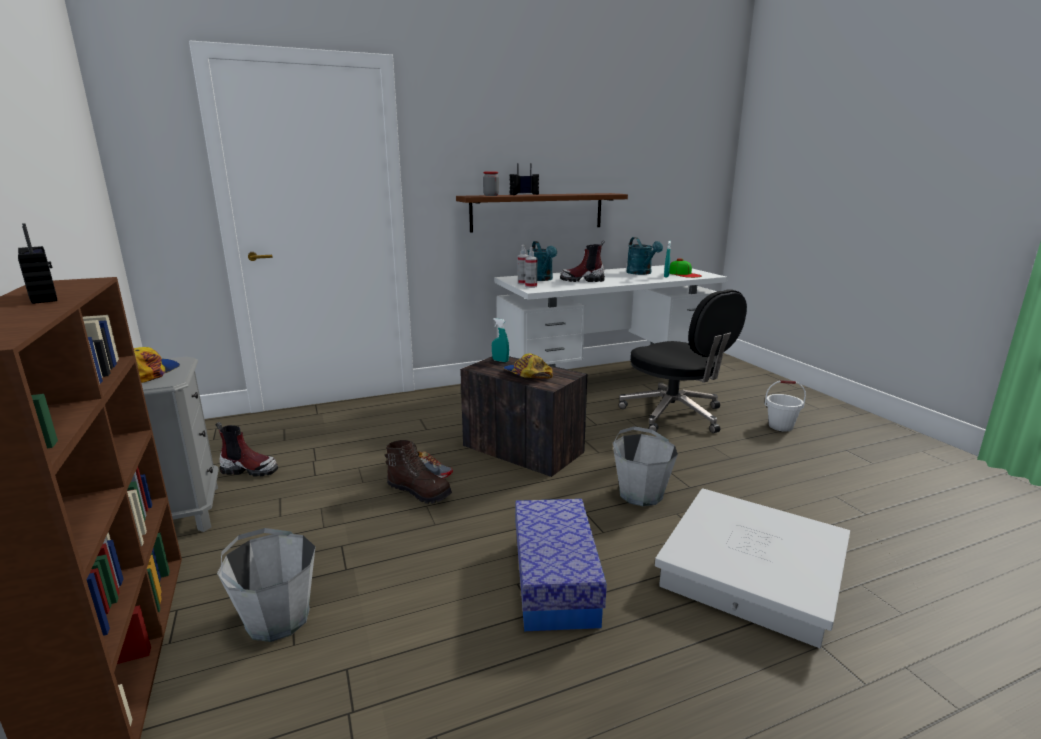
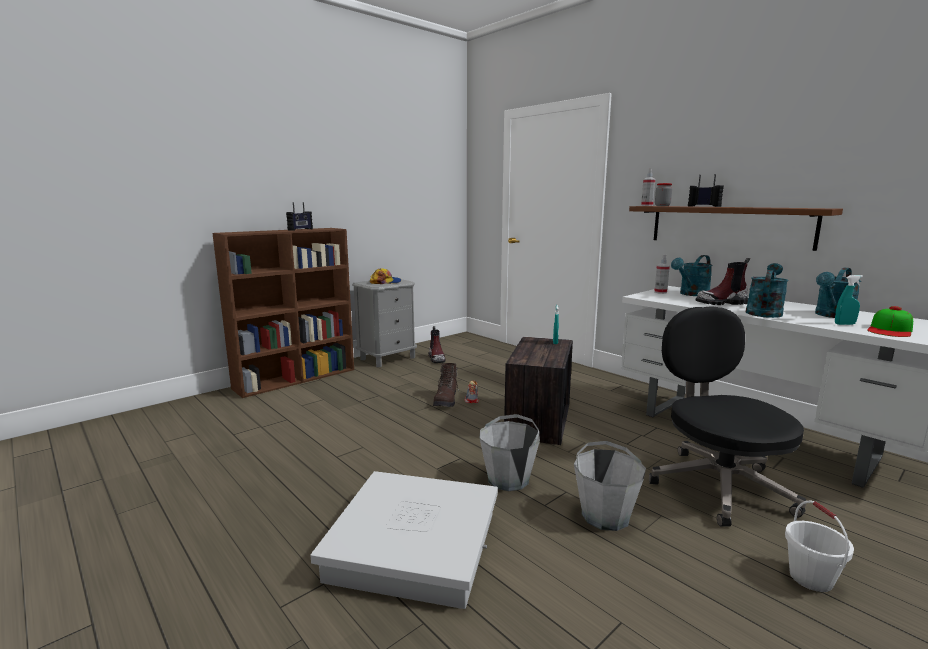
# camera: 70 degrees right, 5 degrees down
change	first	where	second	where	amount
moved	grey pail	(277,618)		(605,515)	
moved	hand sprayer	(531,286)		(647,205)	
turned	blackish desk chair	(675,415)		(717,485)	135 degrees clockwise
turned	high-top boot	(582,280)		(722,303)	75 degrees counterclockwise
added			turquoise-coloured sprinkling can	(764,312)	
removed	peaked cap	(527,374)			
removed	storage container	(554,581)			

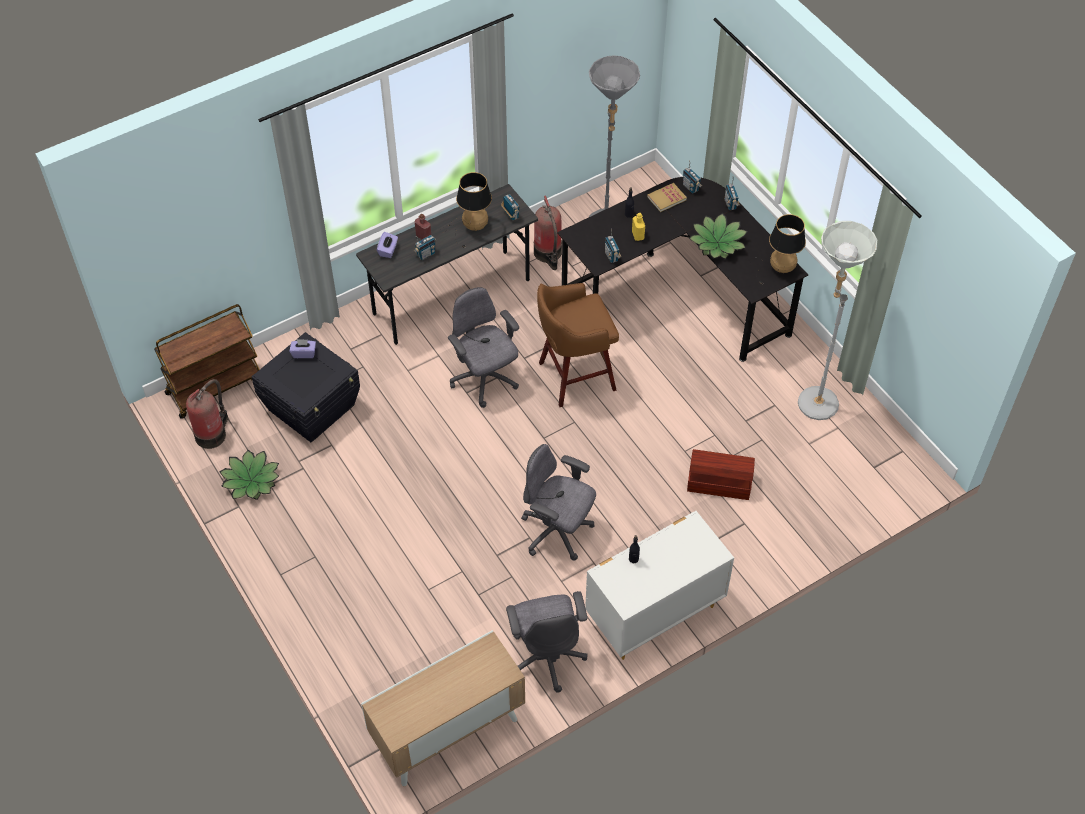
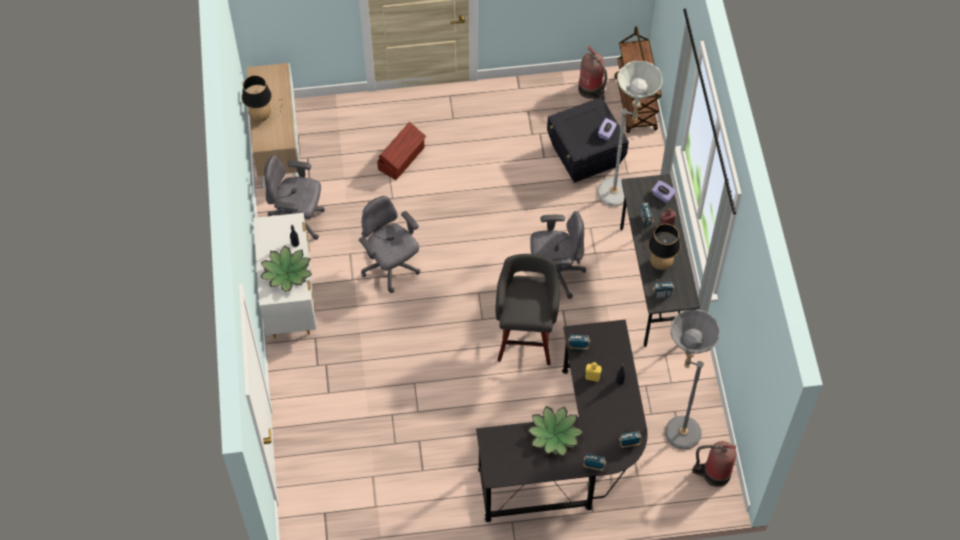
# camera: 115 degrees right, 5 degrees up
change	first	where	second	where	amount
moved	lamp for a table	(777,267)		(263,114)	
moved	plant in a pot	(251,480)		(287,273)	
turned	grey desk chair	(557,532)		(390,267)	90 degrees counterclockwise
moved	brown storage container	(718,483)		(402,158)	
recoloured	brown stool seat	(574,377)	grey stool seat	(526,337)	
moved	grey standard lamp	(814,396)		(621,193)	
moved	fire-fighting cylinder	(548,254)		(714,473)	
removed	book	(666,198)			

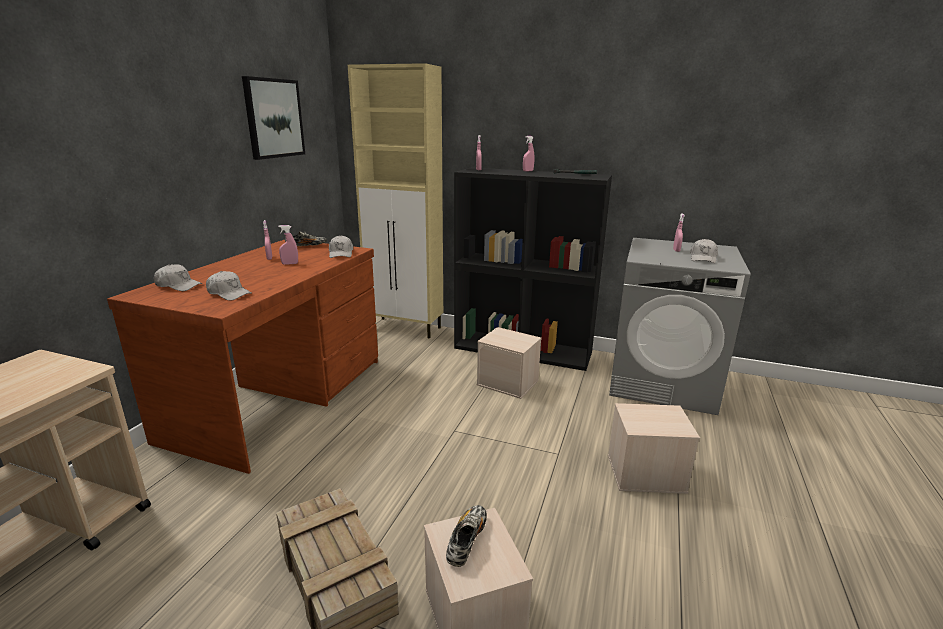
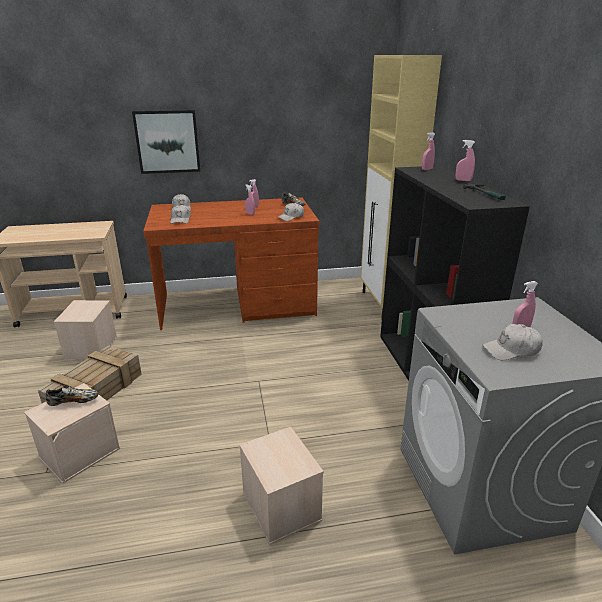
# camera: 60 degrees right, 5 degrees up
change	first	where	second	where	amount
moved	sand-coloured storage container	(508,382)		(91,348)	
moved	wall art	(274,118)		(167,142)	

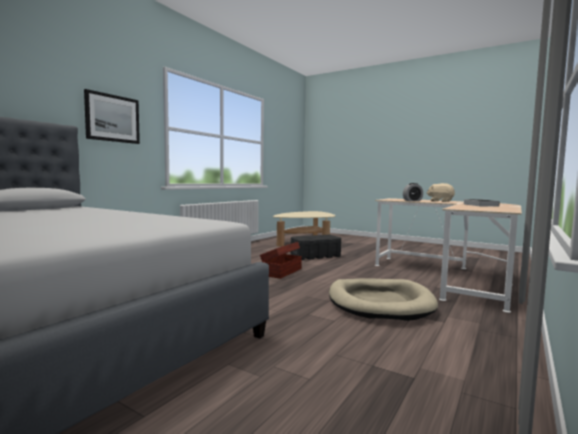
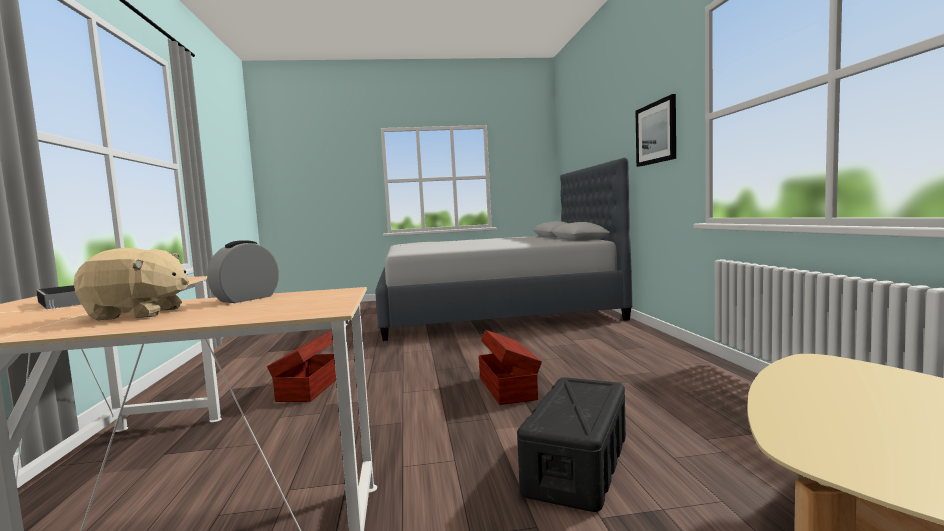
# camera: 140 degrees right, 0 degrees up
change	first	where	second	where	amount
replaced	sand-coloured pet bed	(379,302)	brown storage container	(309,388)	

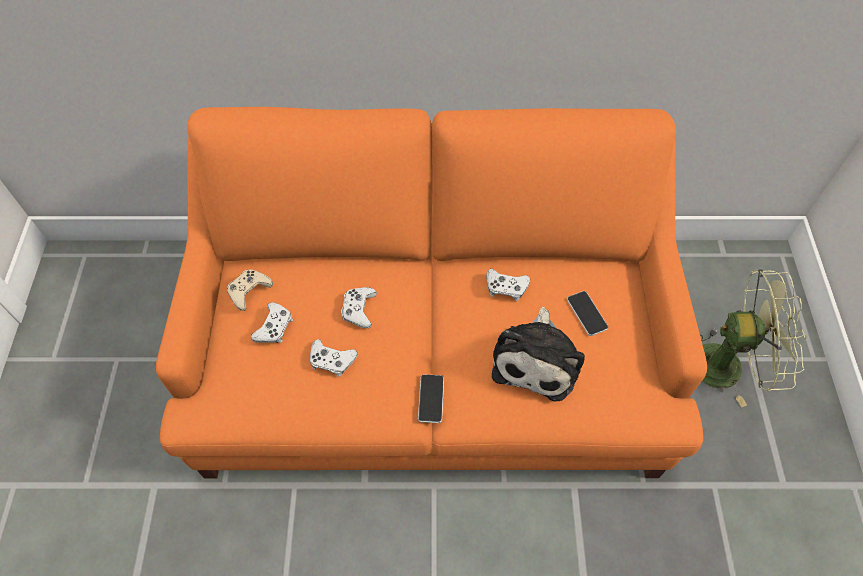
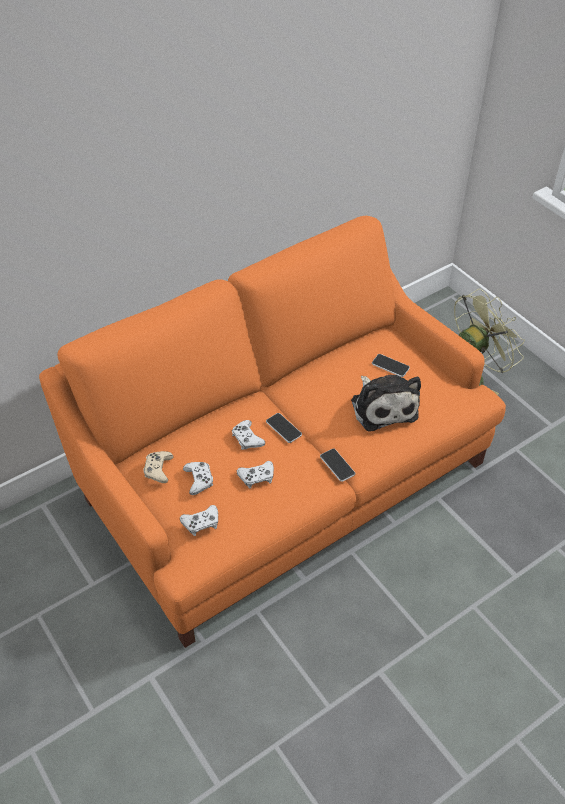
# camera: 35 degrees left, 10 degrees down
change	first	where	second	where	amount
moved	white-coloured joypad	(506,287)		(201,523)	
added			handset	(283,428)	

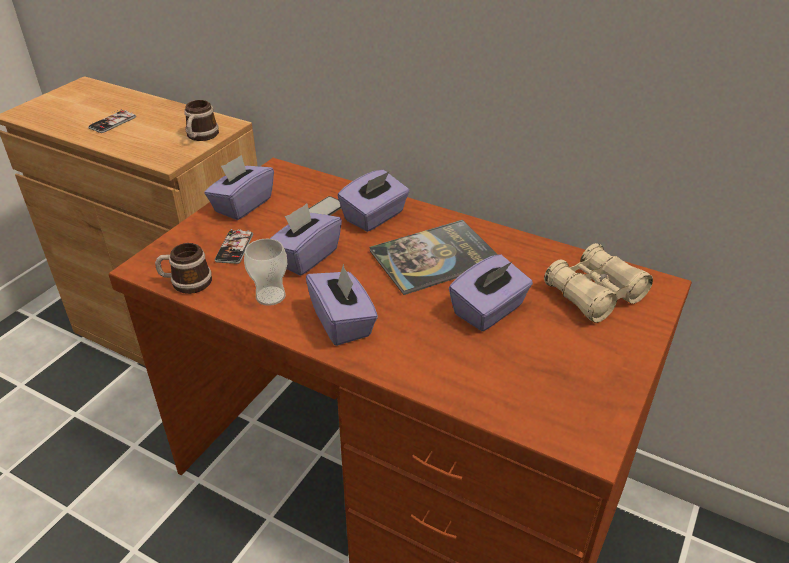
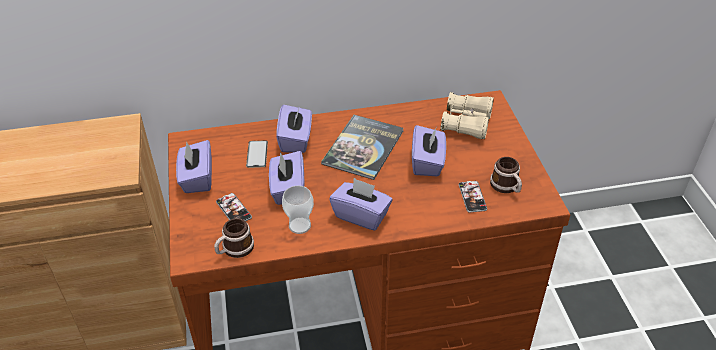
# camera: 40 degrees left, 5 degrees up
change	first	where	second	where	amount
moved	handset	(112,122)		(472,197)	
moved	coffee mug	(201,136)		(506,187)	

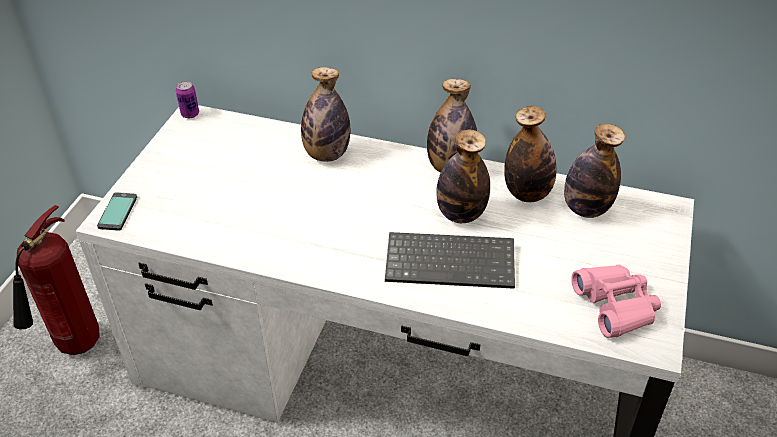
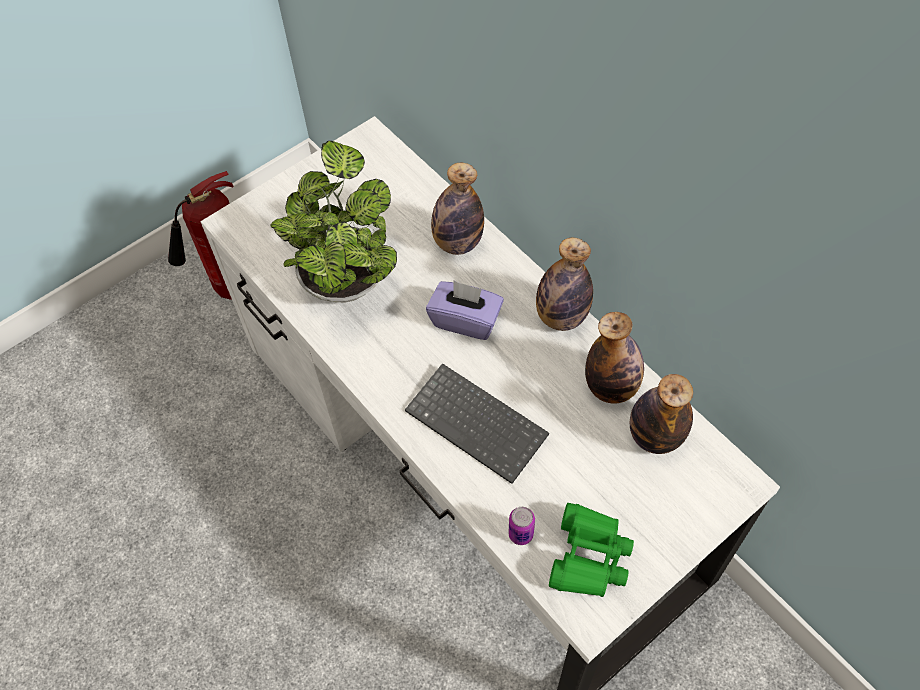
# camera: 35 degrees right, 15 degrees up
change	first	where	second	where	amount
added			plant in a pot	(345,277)	
added			purplish tissue box	(466,320)	
moved	metal can	(190,114)		(520,534)	
recoloured	pinkish binoculars	(615,306)	green-coloured binoculars	(589,557)	
removed	handset	(117,212)			
removed	bottle	(461,214)			

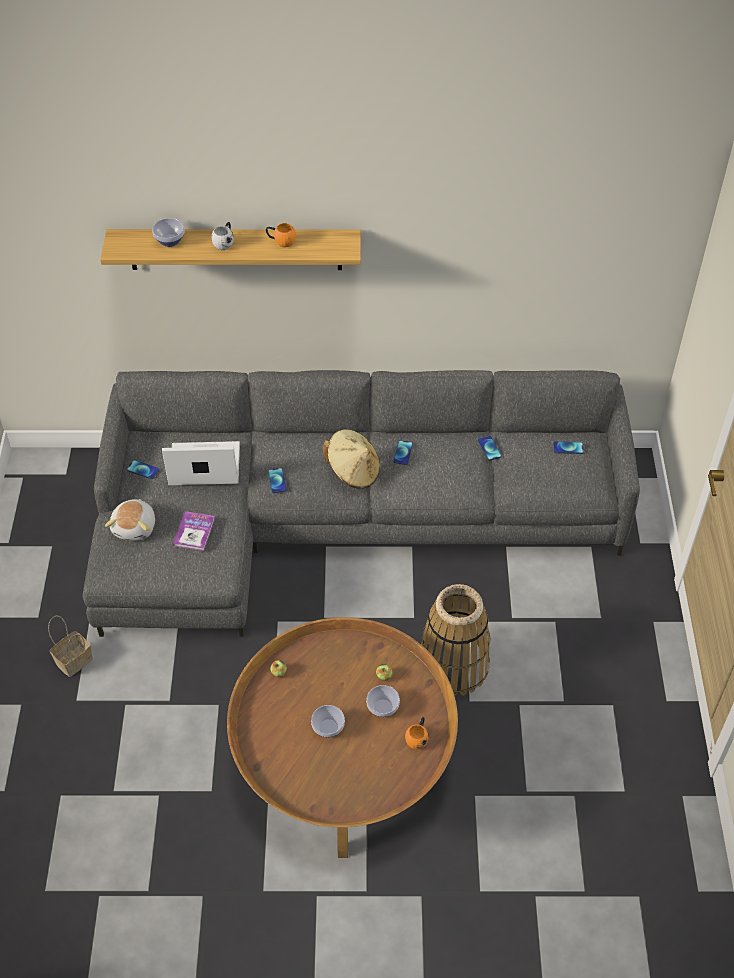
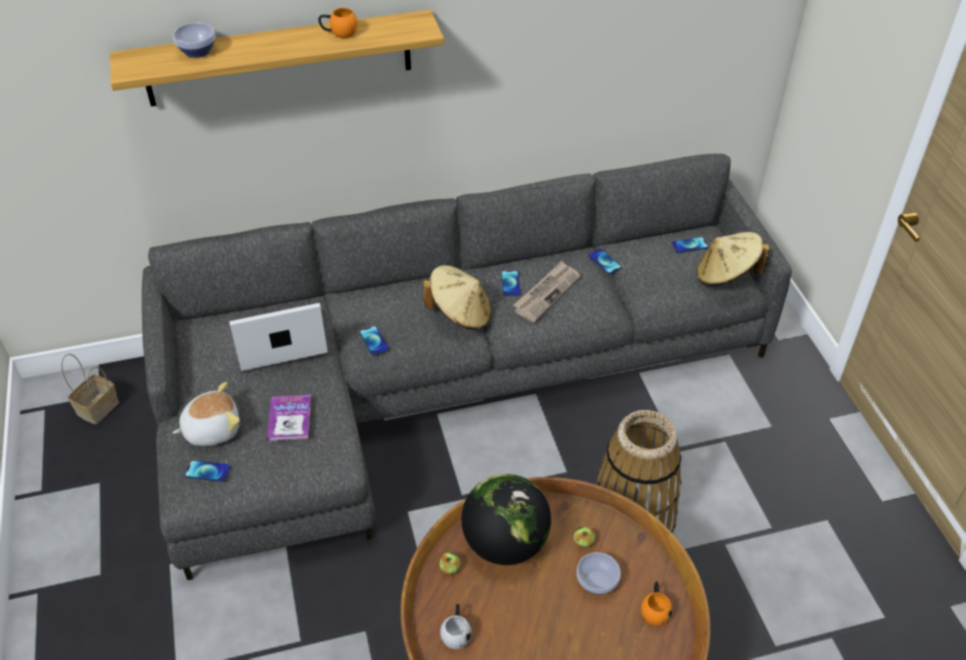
# camera: 15 degrees left, 5 degrees down
change	first	where	second	where	amount
moved	storage basket	(74,659)		(98,407)	
turned	soft toy	(135,527)		(212,429)	105 degrees counterclockwise
moved	handset	(143,470)		(207,471)	
moved	white-coloured coffee mug	(224,242)		(456,633)	
added			desk globe	(505,543)	
added			daily paper	(546,293)	
added			sand-coloured hat	(726,276)	
removed	deep dish	(327,728)			

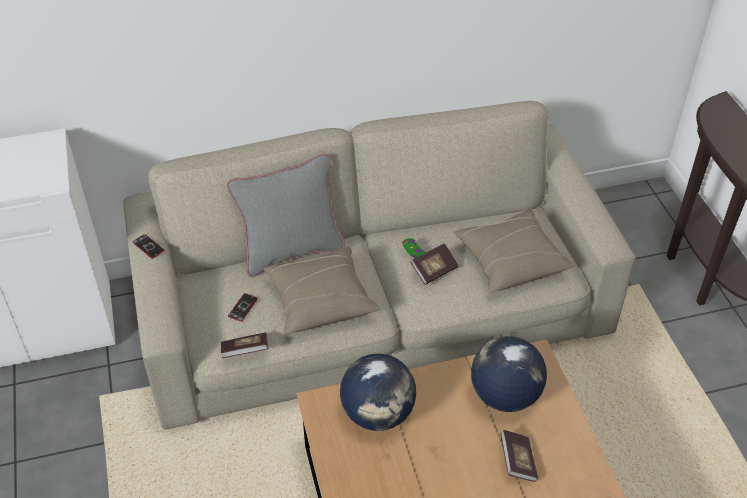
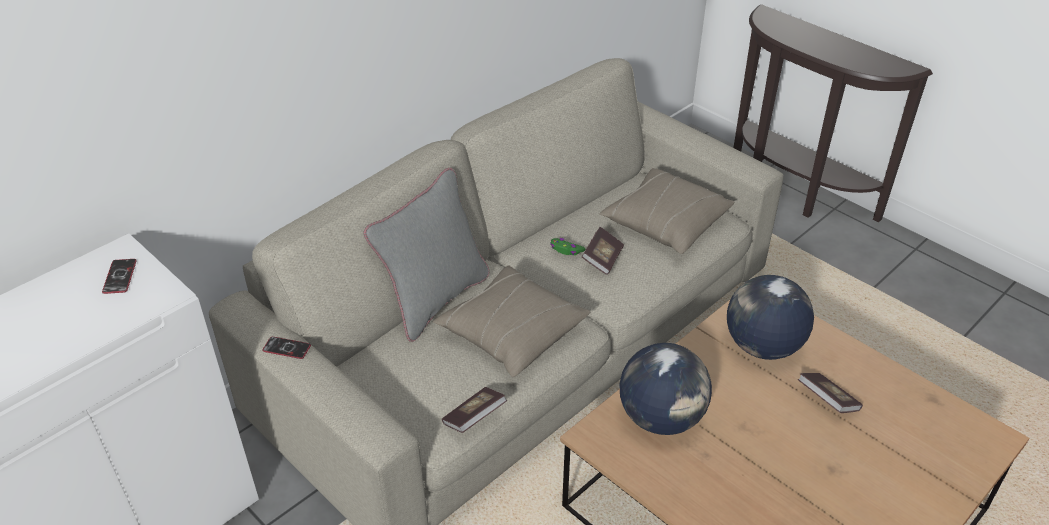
# camera: 30 degrees left, 5 degrees down
change	first	where	second	where	amount
moved	handset	(243,308)		(120,277)	

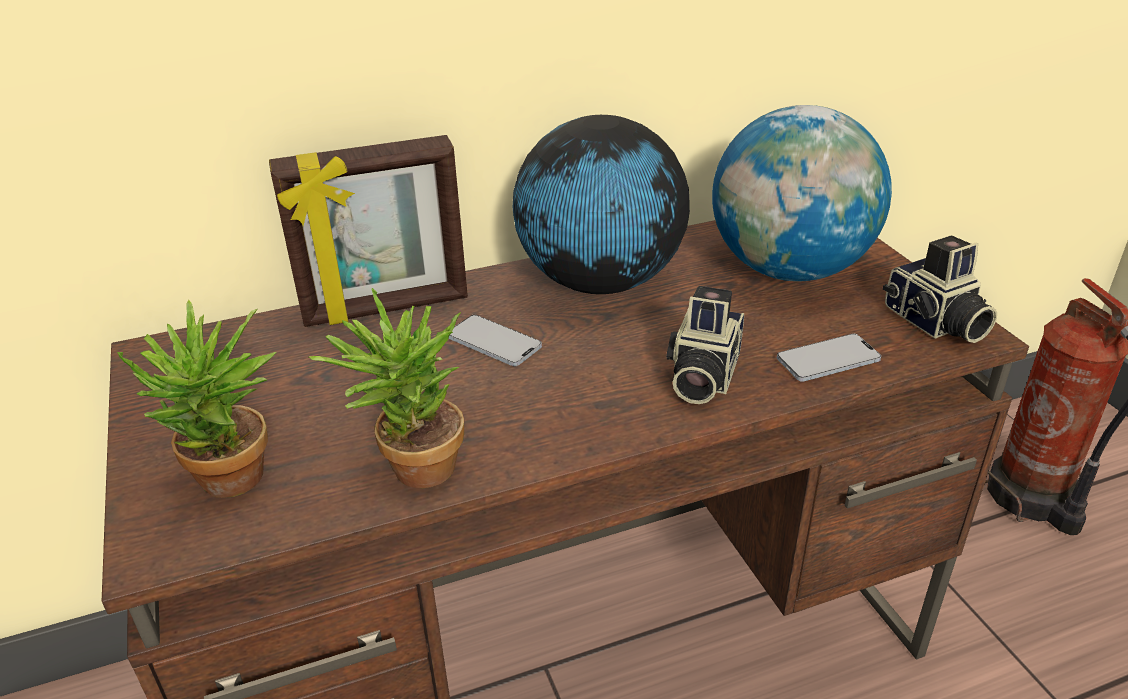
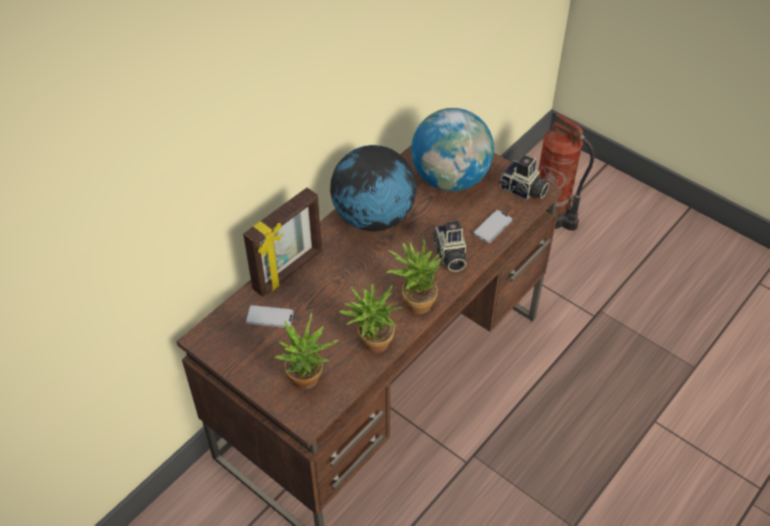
# camera: 30 degrees left, 15 degrees up
change	first	where	second	where	amount
moved	handset	(494,342)		(269,317)	
added			plant in a pot	(414,302)	

